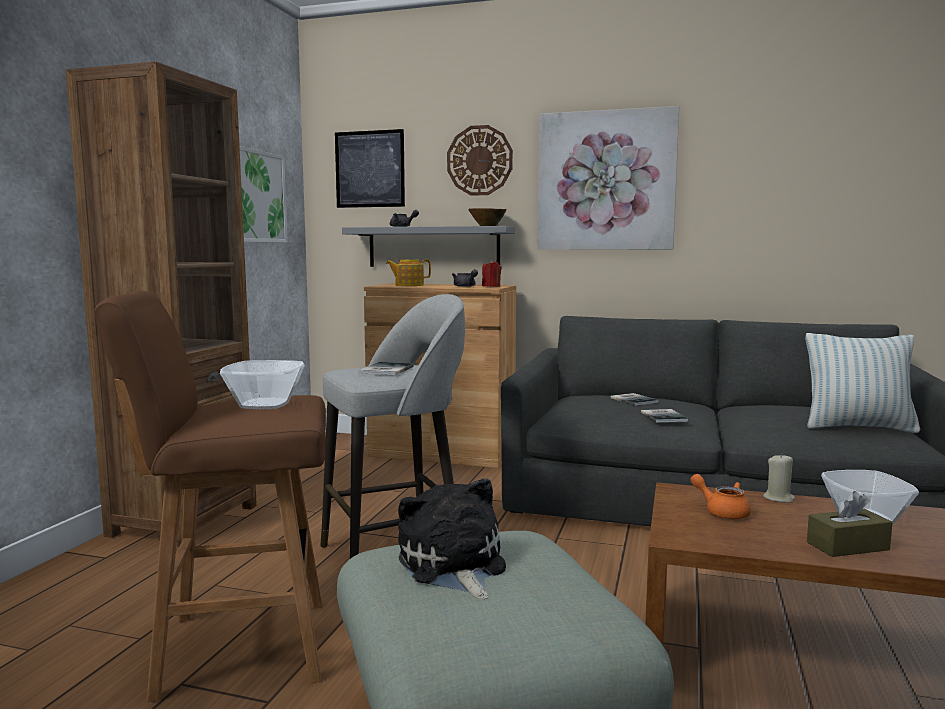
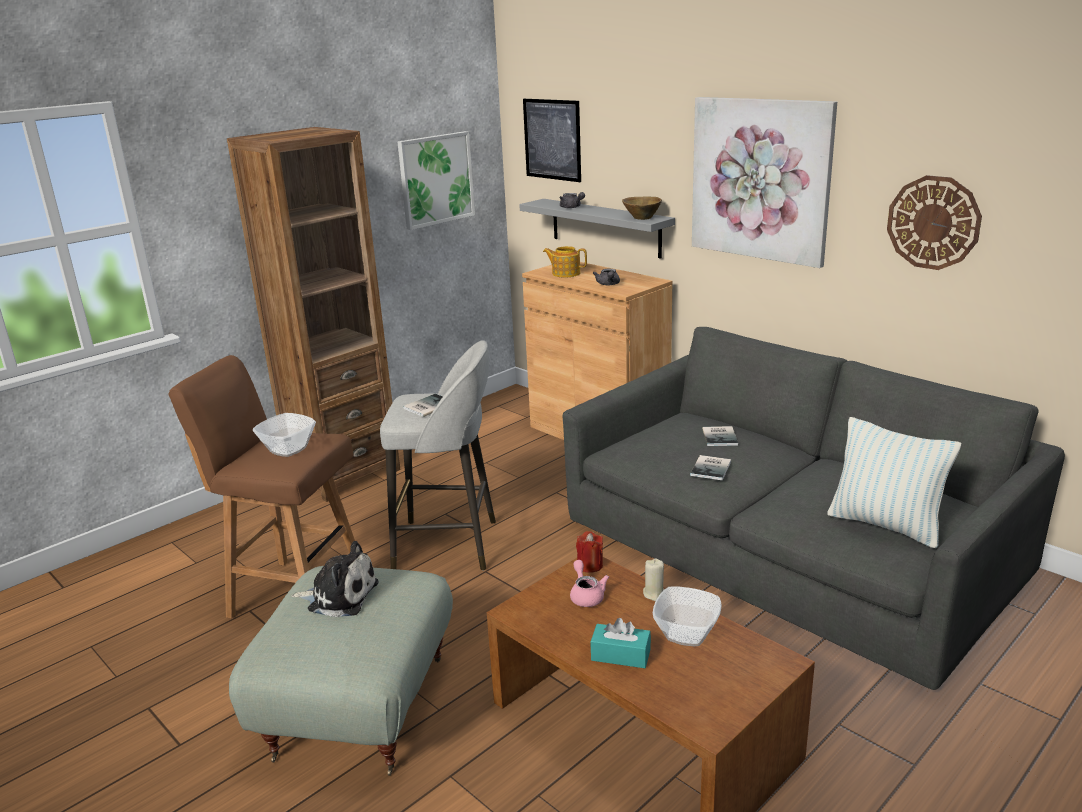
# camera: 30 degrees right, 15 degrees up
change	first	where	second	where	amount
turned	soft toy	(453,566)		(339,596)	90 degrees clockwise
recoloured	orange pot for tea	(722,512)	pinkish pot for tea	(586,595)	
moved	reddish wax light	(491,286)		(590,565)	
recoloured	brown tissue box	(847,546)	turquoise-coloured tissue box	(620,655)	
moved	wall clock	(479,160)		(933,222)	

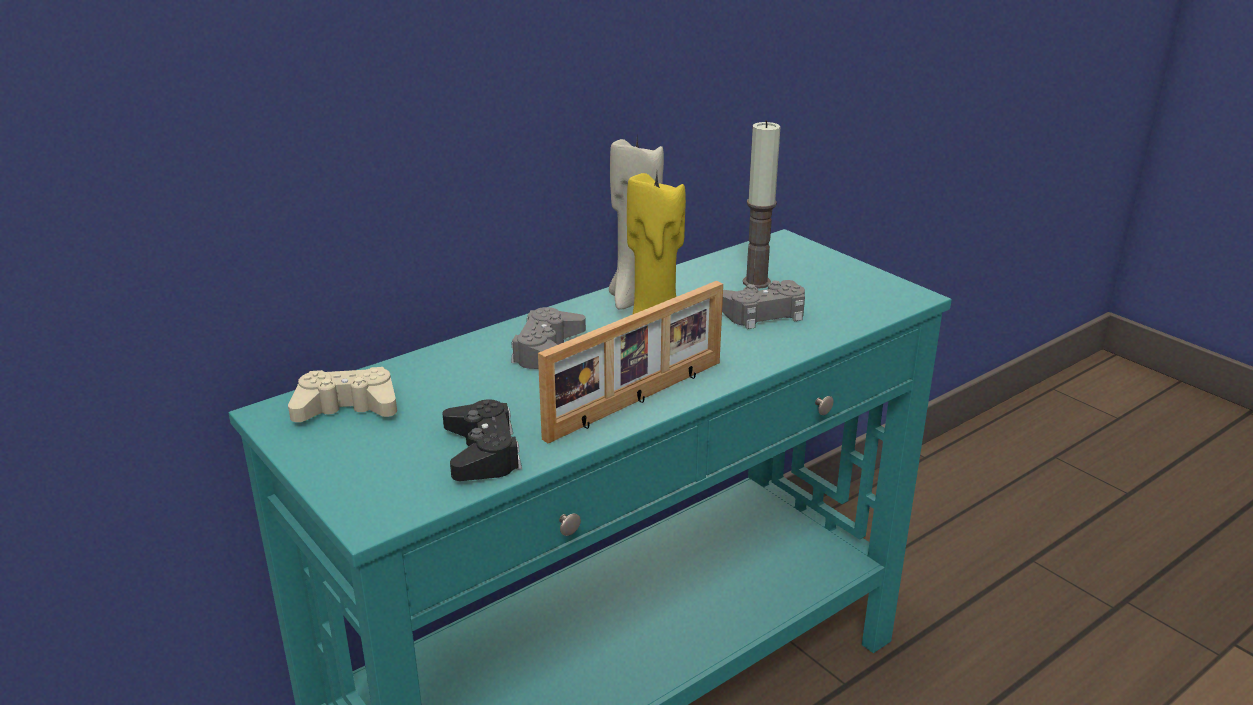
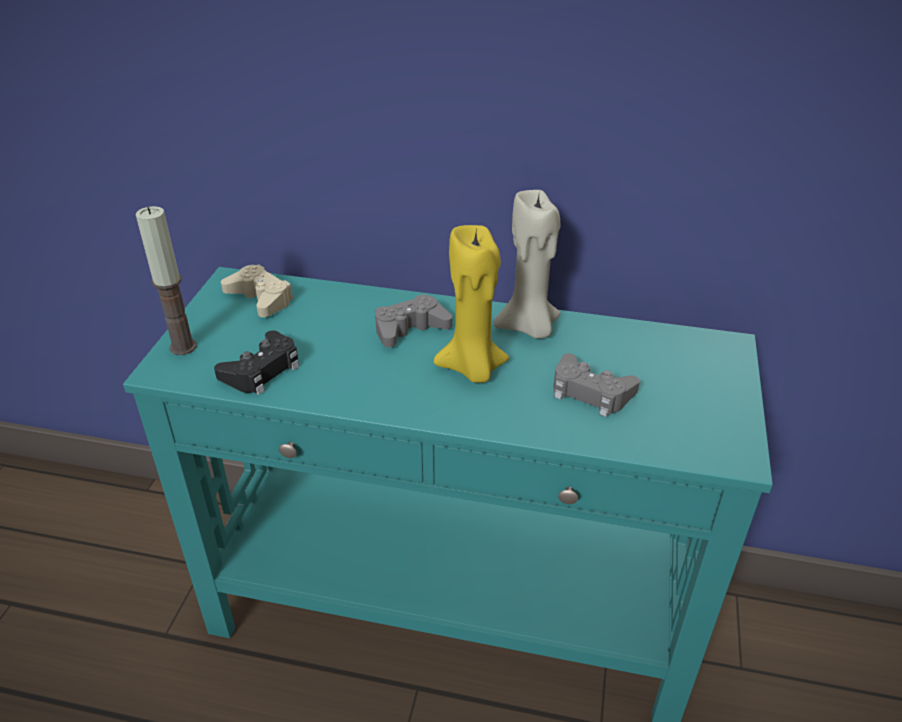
# camera: 50 degrees right, 10 degrees up
change	first	where	second	where	amount
moved	wax light	(756,282)		(183,347)	
removed	photo frame	(638,400)			

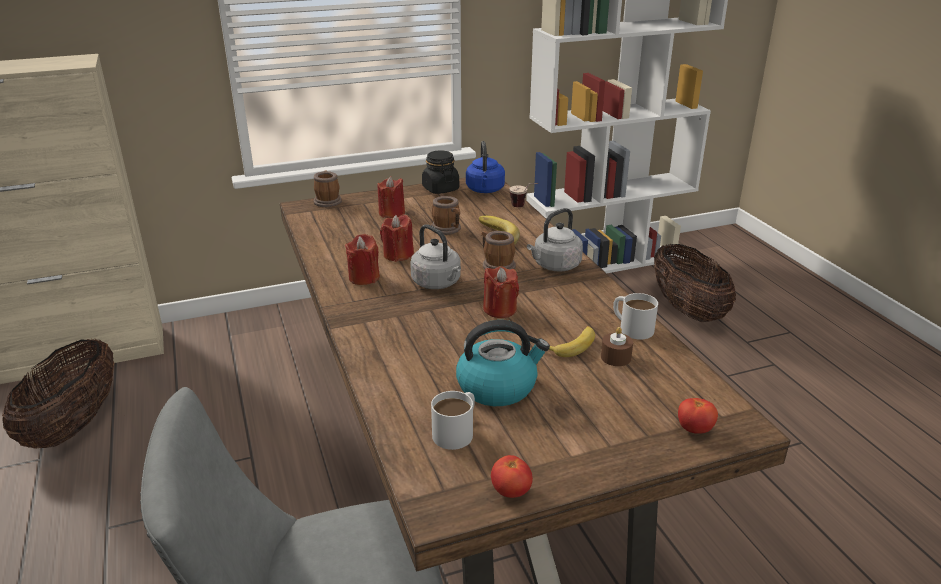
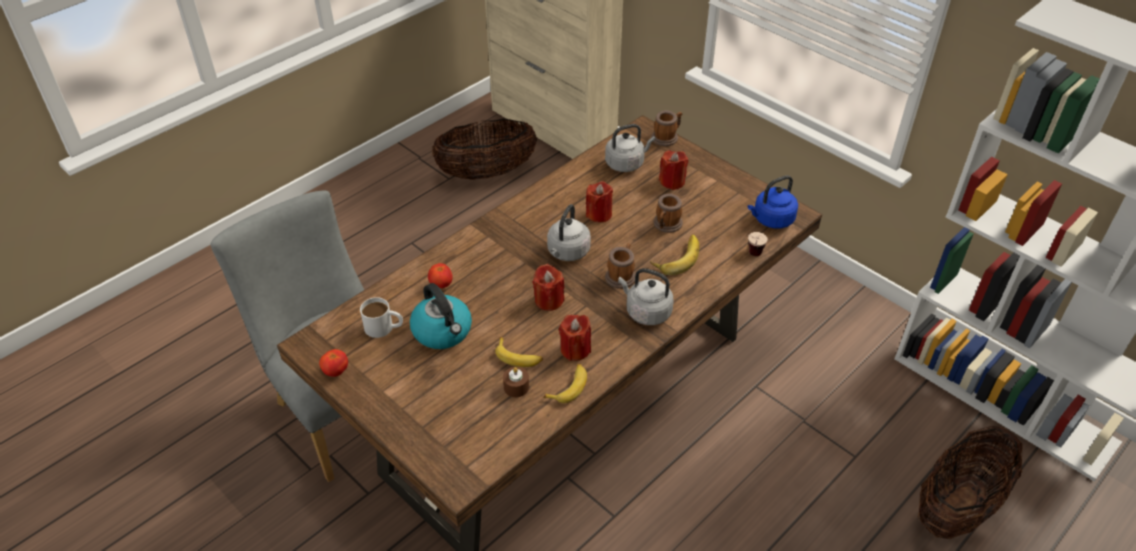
# camera: 65 degrees right, 15 degrees up
change	first	where	second	where	amount
moved	fresh tomato	(694,429)		(441,284)	
replaced	white-coloured coffee mug	(631,327)	whole banana	(569,387)	
moved	reddish wax light	(364,278)		(575,349)	
added			grey kettle	(626,163)	
removed	blackish jar	(440,189)			

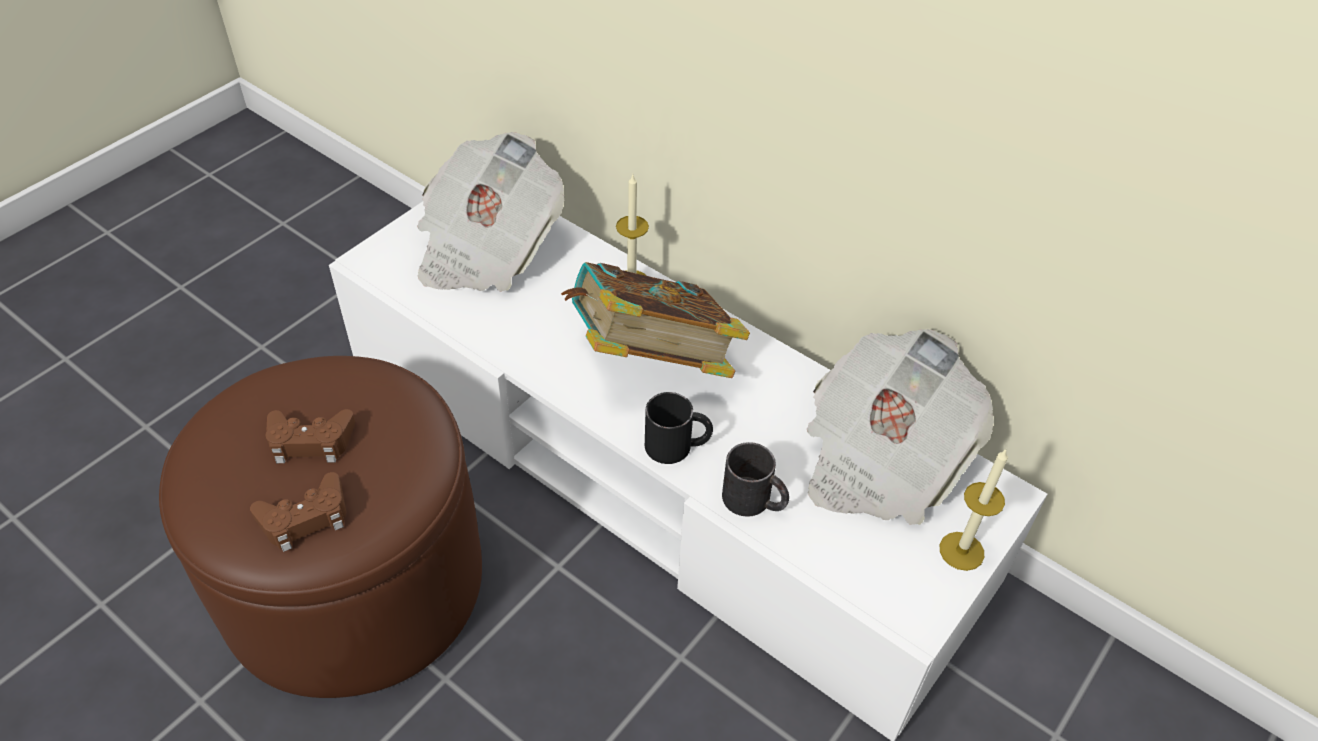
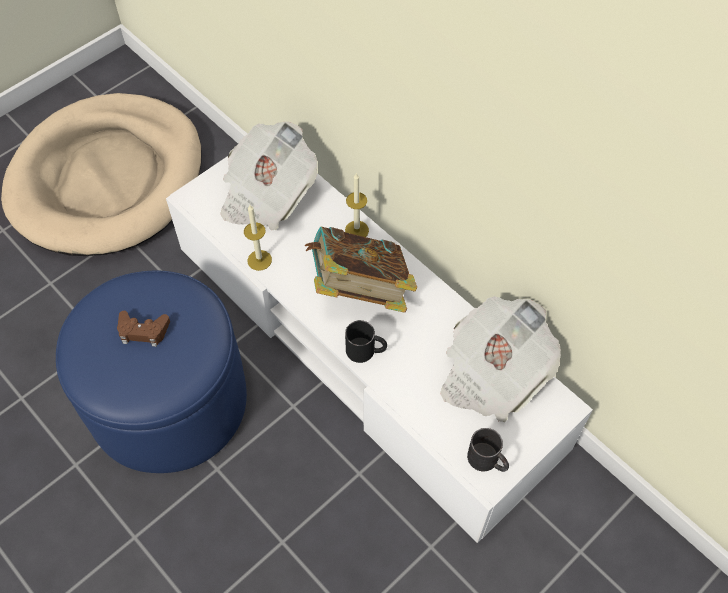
# camera: 10 degrees right, 10 degrees up
change	first	where	second	where	amount
added			sand-coloured pet bed	(108,179)	
recoloured	brown pouffe	(353,580)	blue-coloured pouffe	(169,400)	
moved	wax light	(961,551)		(259,260)	
moved	blackish coffee mug	(755,501)		(488,461)	
removed	brown joypad	(305,518)			

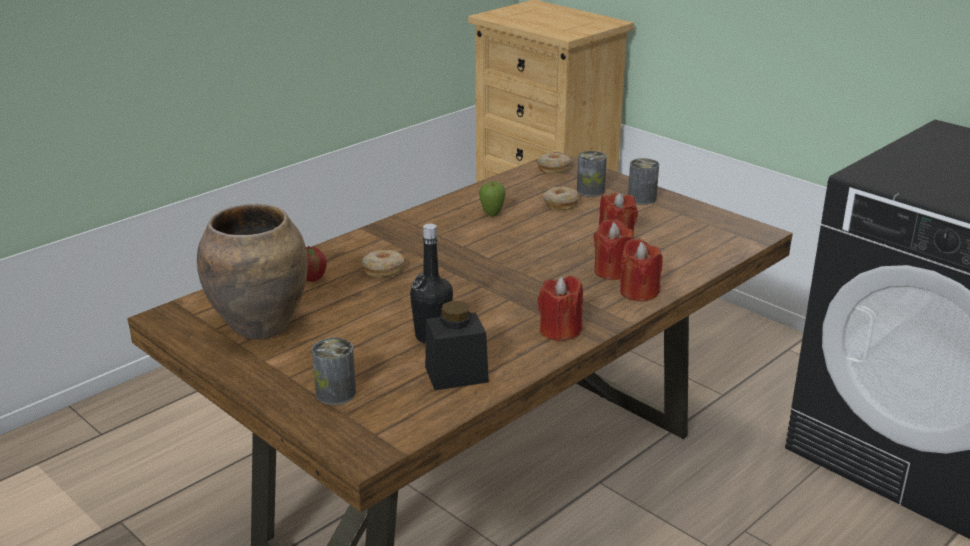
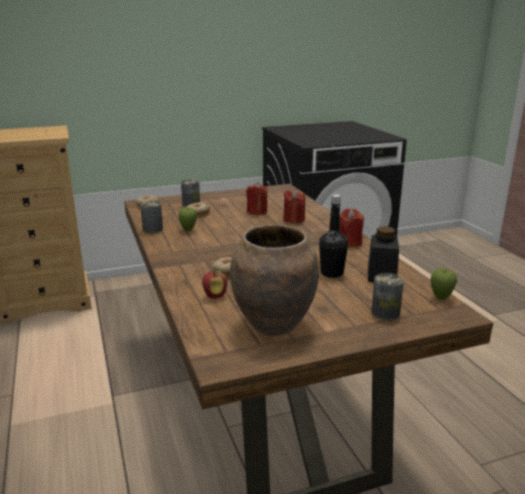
# camera: 65 degrees left, 5 degrees down
change	first	where	second	where	amount
moved	metal can	(641,199)		(152,229)	
added			apple	(441,298)	
removed	reddish wax light	(638,292)			

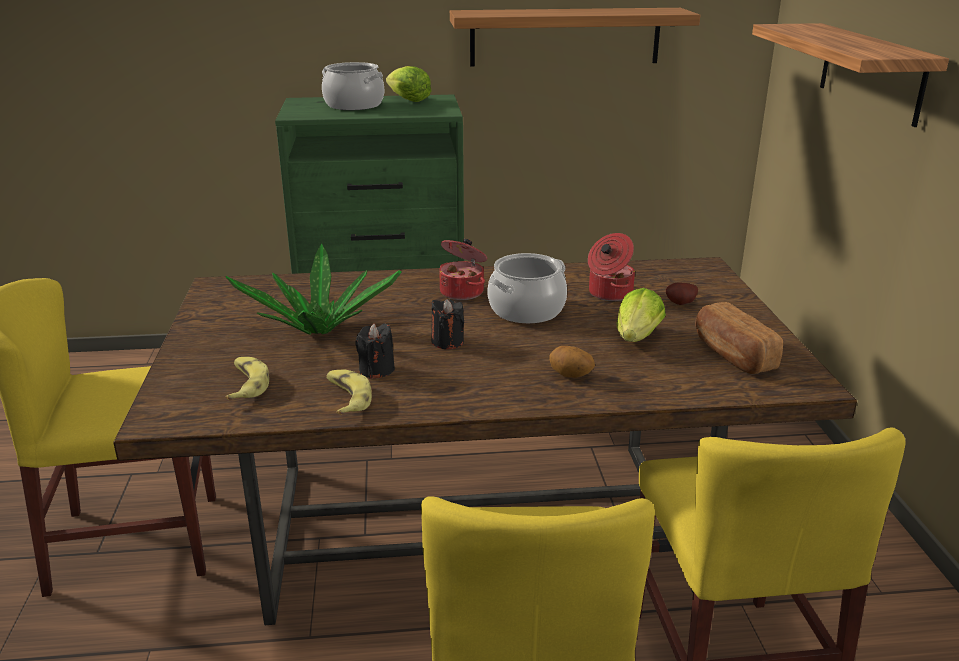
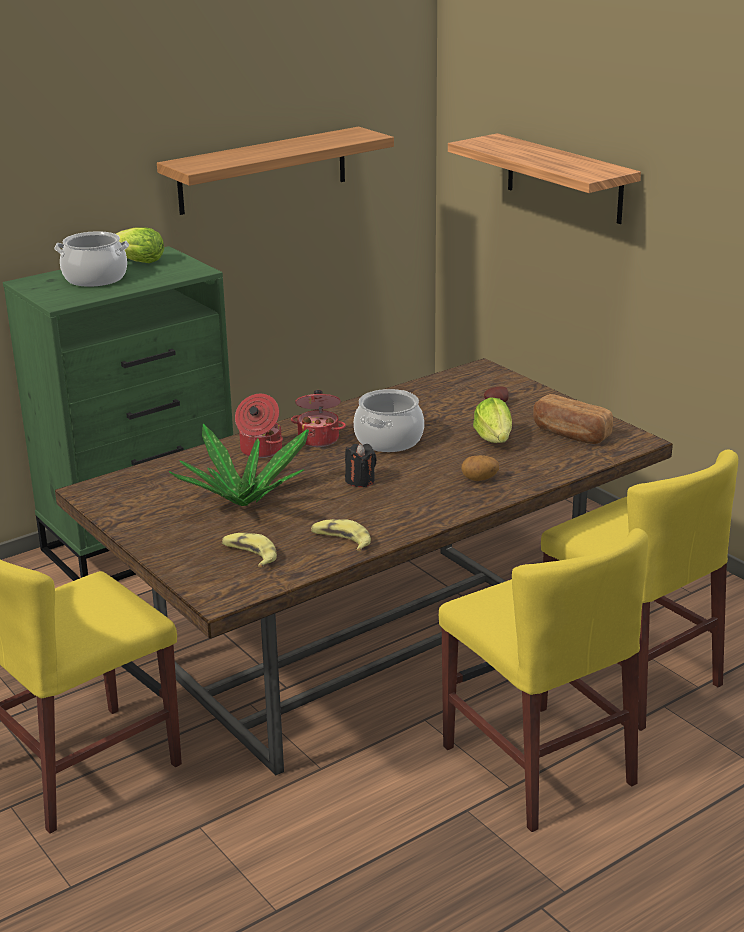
# camera: 30 degrees left, 0 degrees up
change	first	where	second	where	amount
moved	cooking pot	(609,293)		(260,450)	
removed	blackish wax light	(376,370)			

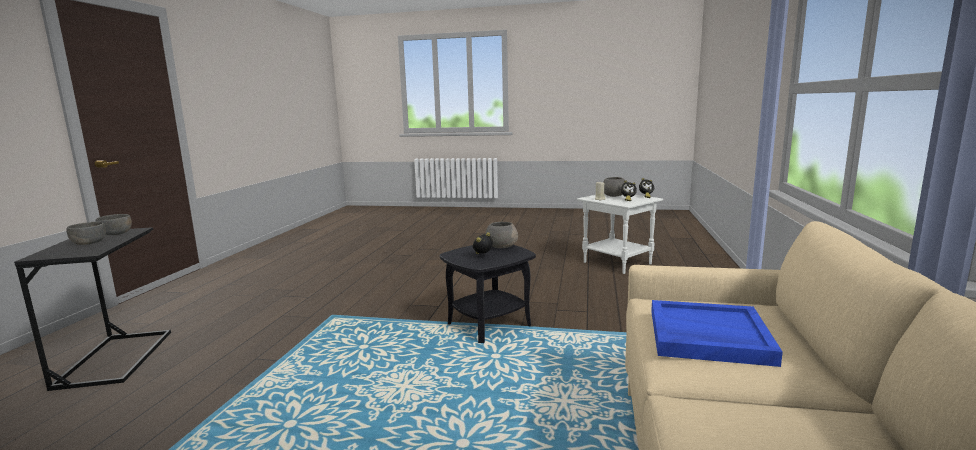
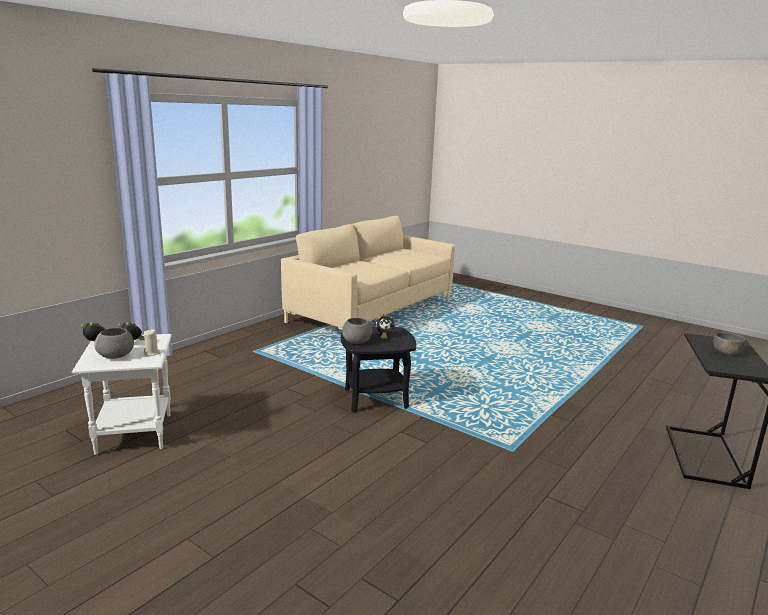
# camera: 155 degrees left, 5 degrees up
change	first	where	second	where	amount
removed	grey deep dish	(116,233)			
removed	blue-coloured serving tray	(707,336)			

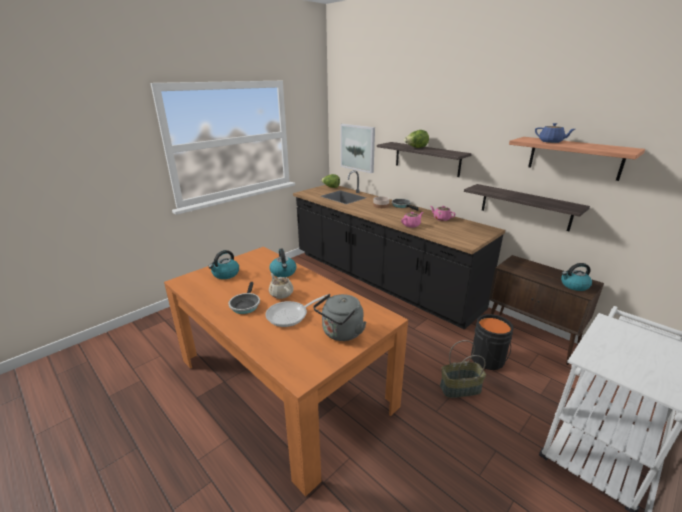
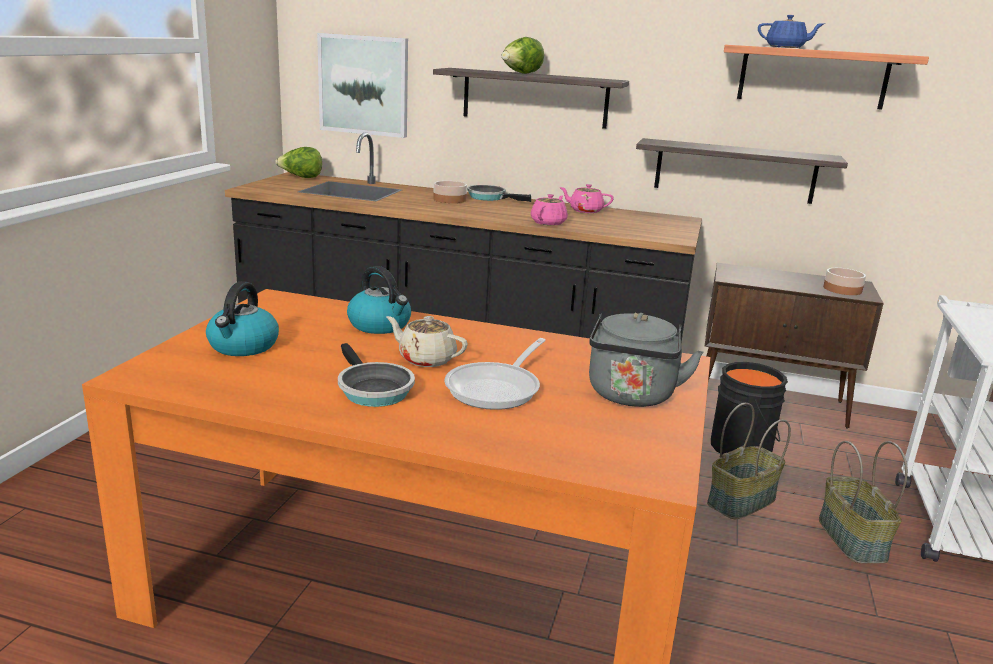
# camera: 30 degrees left, 5 degrees down
change	first	where	second	where	amount
added			storage basket	(853,539)	
replaced	kettle	(574,285)	deep dish	(843,289)	

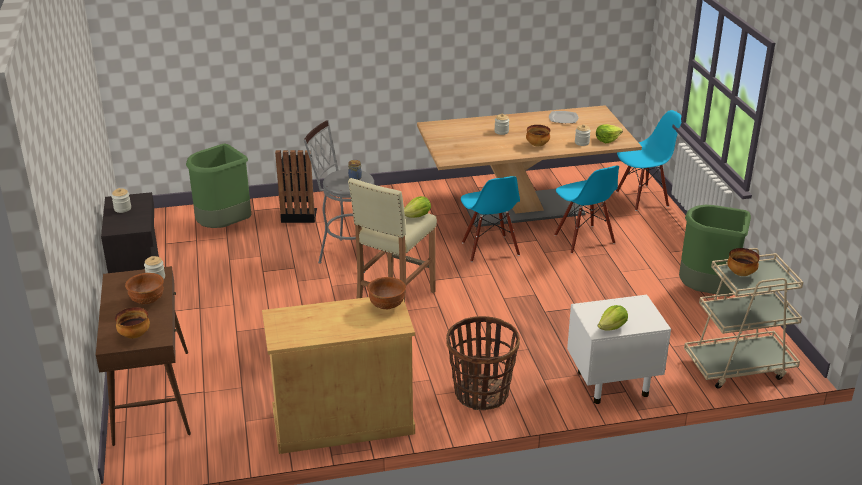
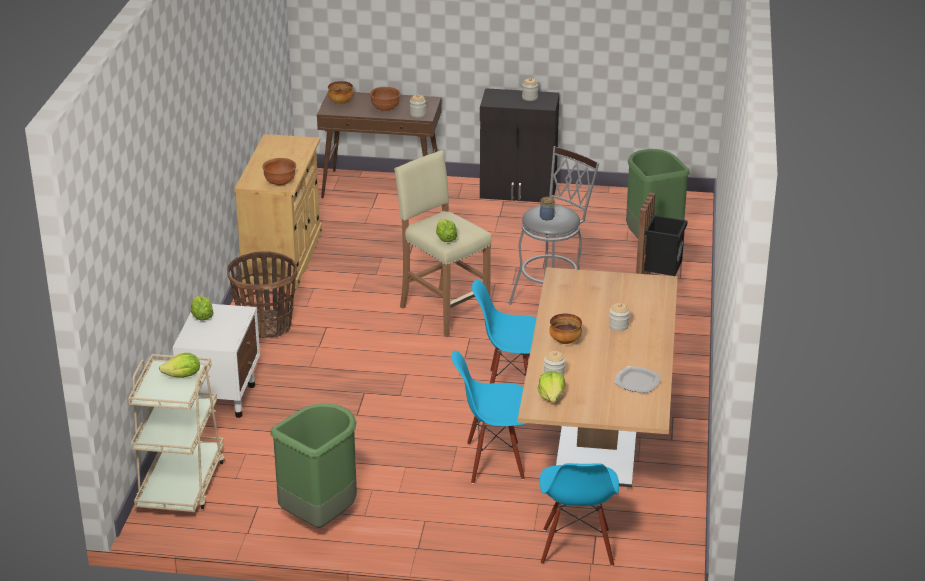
# camera: 110 degrees right, 0 degrees up
change	first	where	second	where	amount
replaced	deep dish	(741,273)	lettuce head	(183,376)	

